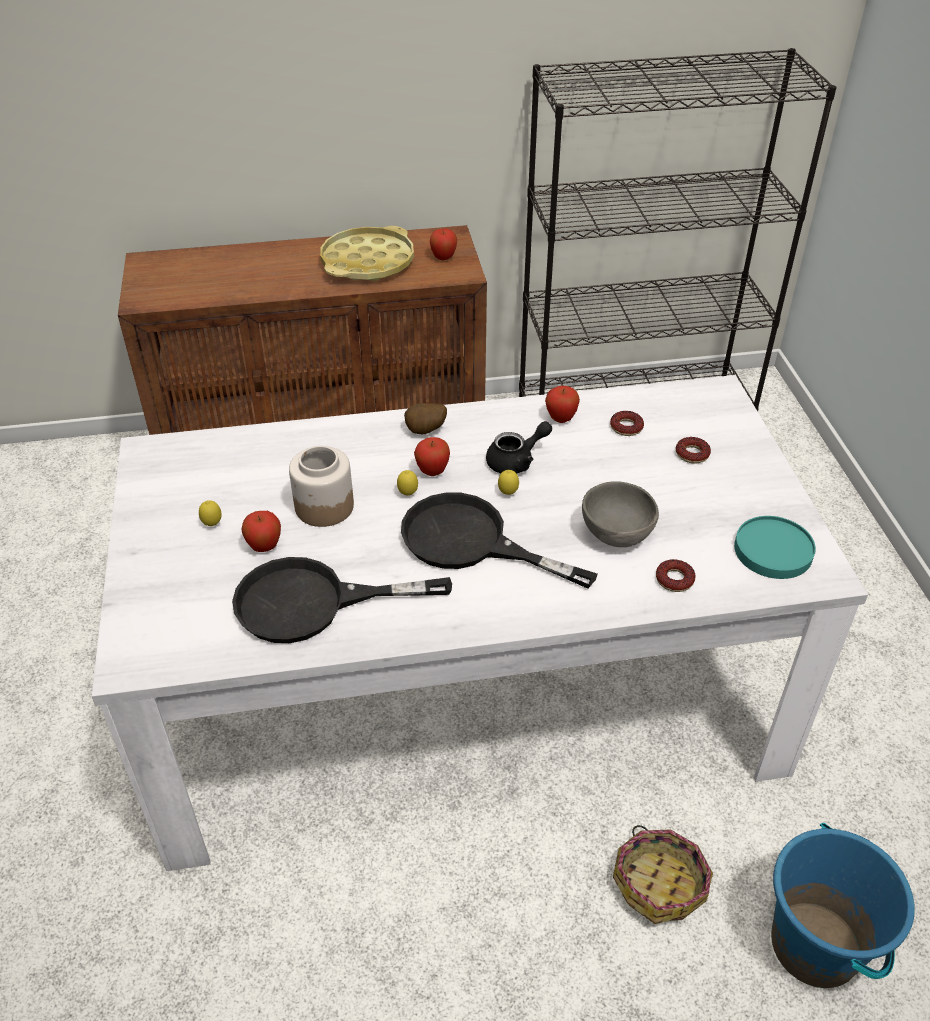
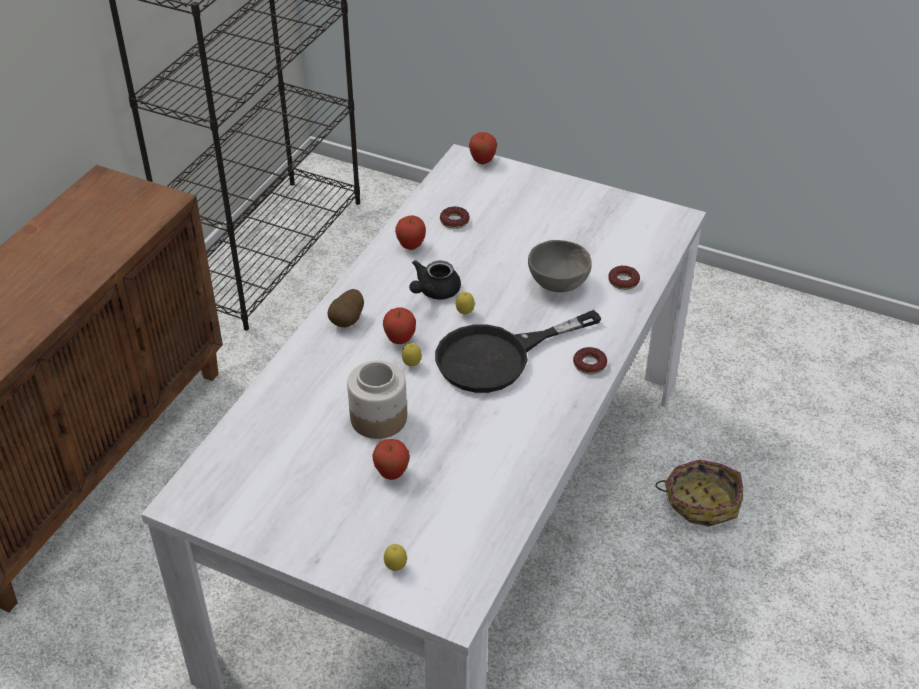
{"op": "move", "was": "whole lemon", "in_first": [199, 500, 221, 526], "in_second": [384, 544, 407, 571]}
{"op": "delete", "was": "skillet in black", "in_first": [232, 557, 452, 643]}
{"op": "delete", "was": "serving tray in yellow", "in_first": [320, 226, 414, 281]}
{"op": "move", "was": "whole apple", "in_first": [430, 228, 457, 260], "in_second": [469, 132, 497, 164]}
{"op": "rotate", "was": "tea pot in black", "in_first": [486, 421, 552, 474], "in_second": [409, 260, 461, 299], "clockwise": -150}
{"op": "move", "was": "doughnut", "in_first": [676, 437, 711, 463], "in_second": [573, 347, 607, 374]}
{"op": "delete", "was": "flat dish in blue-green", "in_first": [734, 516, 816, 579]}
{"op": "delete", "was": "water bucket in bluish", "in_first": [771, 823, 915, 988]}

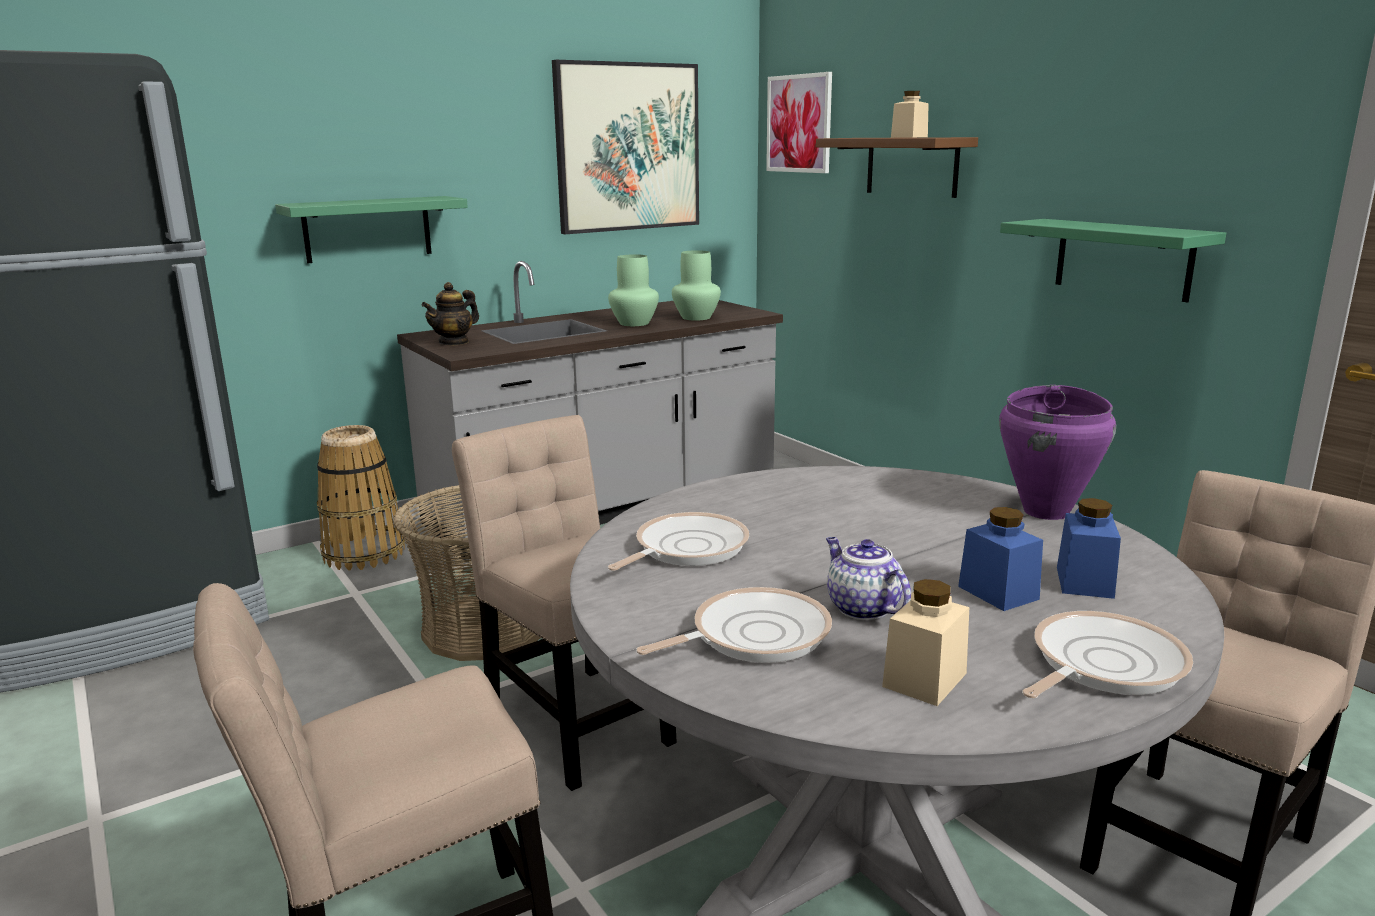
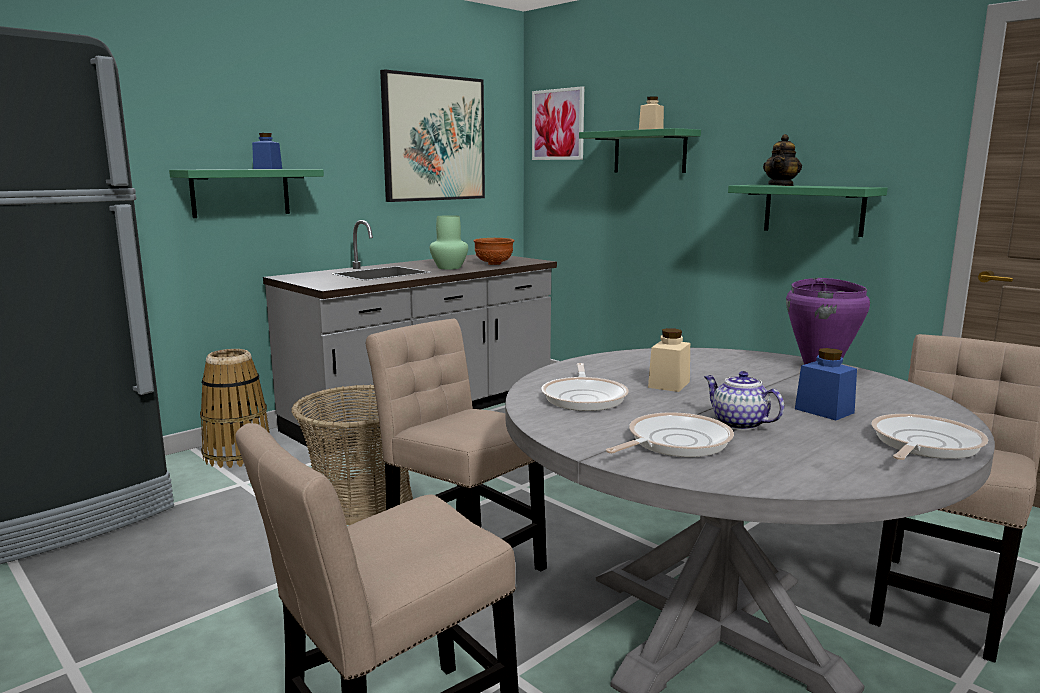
{"op": "move", "was": "tea pot", "in_first": [422, 282, 479, 346], "in_second": [763, 134, 802, 186]}
{"op": "rotate", "was": "skillet", "in_first": [608, 512, 749, 571], "in_second": [541, 363, 629, 411], "clockwise": 150}
{"op": "replace", "was": "vase in green", "now": "bowl in brown", "in_first": [672, 250, 721, 321], "in_second": [473, 238, 514, 265]}
{"op": "recolor", "was": "wall shelf in brown", "now": "wall shelf in green", "in_first": [816, 137, 978, 198], "in_second": [579, 128, 701, 173]}
{"op": "move", "was": "jar in beige-coloured", "in_first": [882, 579, 969, 706], "in_second": [648, 328, 690, 392]}
{"op": "move", "was": "jar in bluish", "in_first": [1057, 498, 1121, 599], "in_second": [252, 133, 282, 169]}

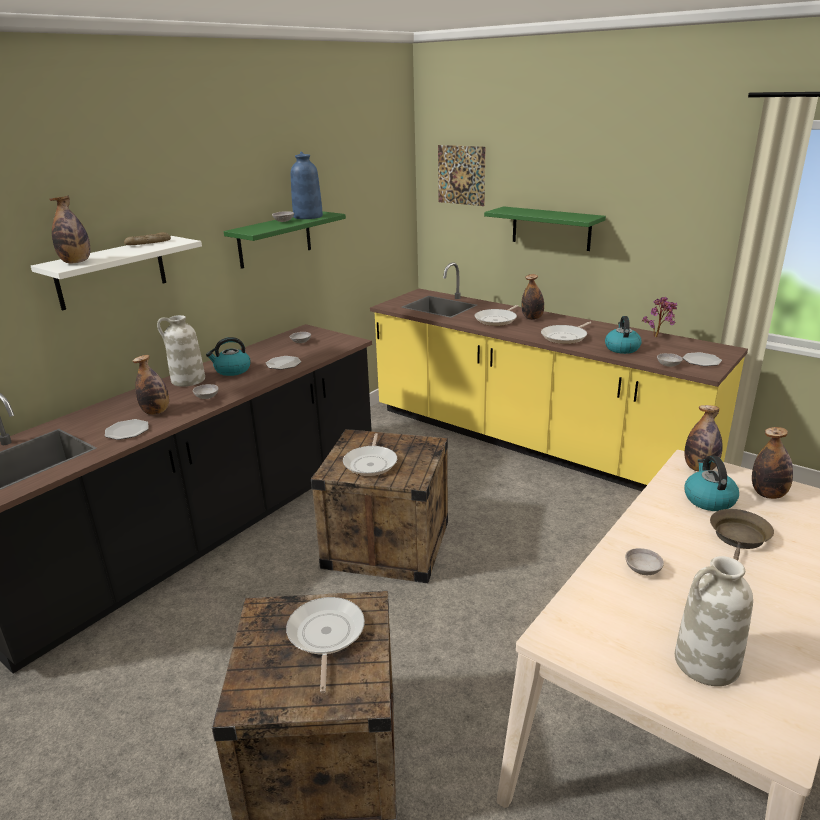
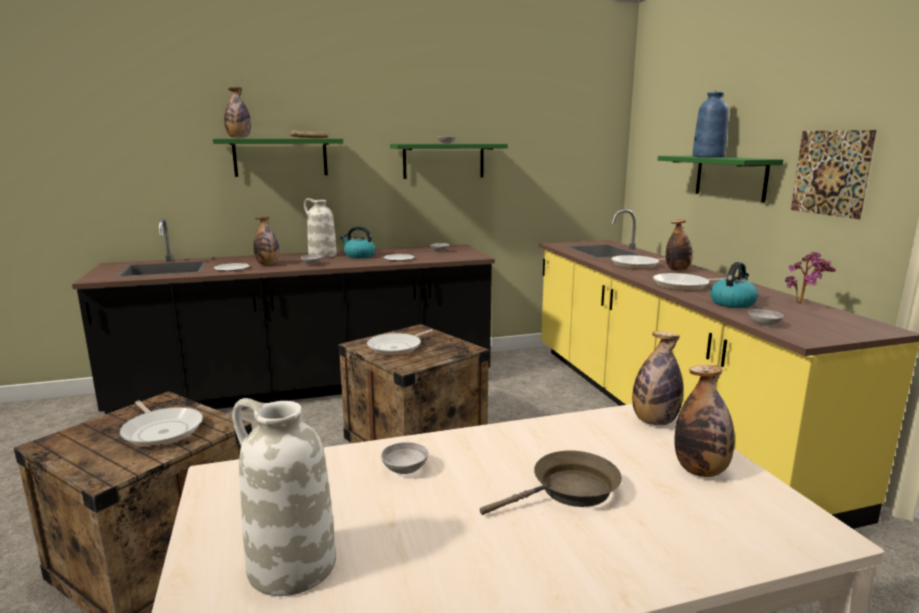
{"op": "recolor", "was": "wall shelf in white-coloured", "now": "wall shelf in green", "in_first": [31, 236, 202, 311], "in_second": [213, 139, 343, 177]}
{"op": "rotate", "was": "skillet", "in_first": [286, 597, 365, 693], "in_second": [120, 401, 203, 447], "clockwise": 105}
{"op": "move", "was": "vase in bluish", "in_first": [291, 151, 323, 219], "in_second": [692, 91, 729, 157]}
{"op": "move", "was": "wall picture", "in_first": [438, 145, 486, 206], "in_second": [791, 130, 877, 219]}
{"op": "delete", "was": "flat dish", "in_first": [682, 352, 722, 366]}
{"op": "delete", "was": "tea kettle", "in_first": [684, 456, 739, 511]}

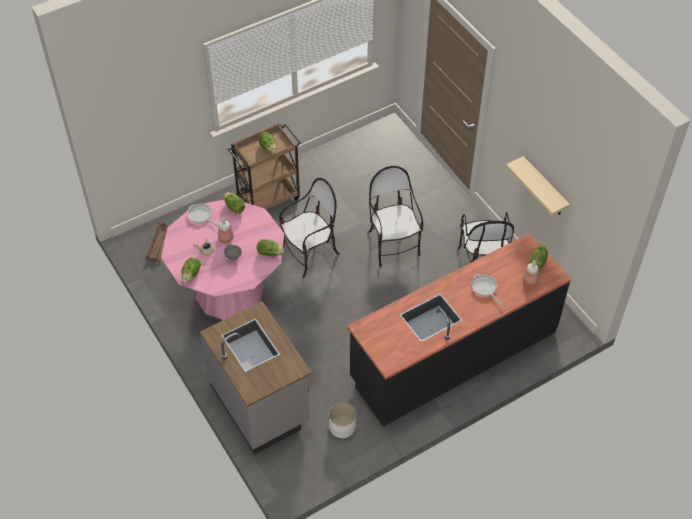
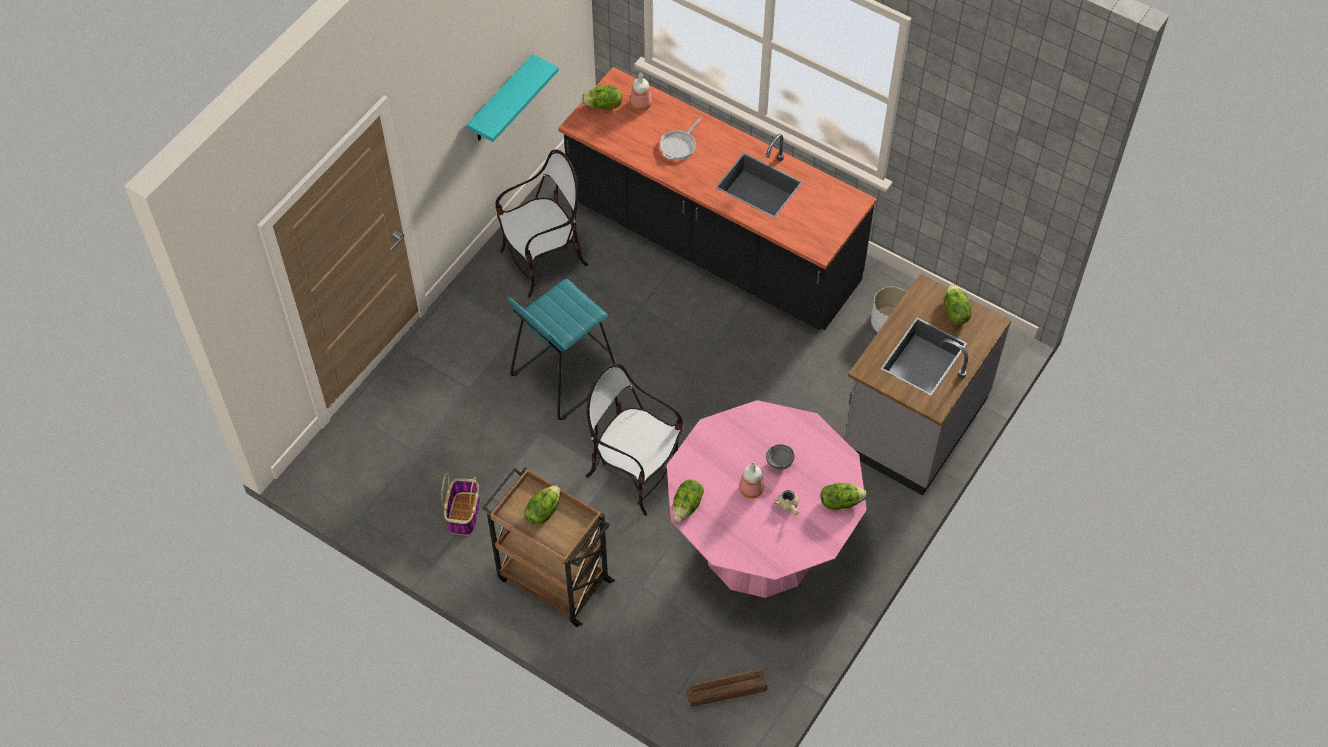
{"op": "delete", "was": "skillet", "in_first": [188, 204, 219, 227]}
{"op": "move", "was": "lettuce head", "in_first": [257, 239, 284, 256], "in_second": [944, 285, 972, 325]}
{"op": "replace", "was": "plain chair", "now": "stool in blue-green", "in_first": [369, 166, 424, 267], "in_second": [508, 279, 615, 420]}
{"op": "recolor", "was": "wall shelf in beige-coloured", "now": "wall shelf in blue-green", "in_first": [506, 156, 570, 216], "in_second": [467, 54, 559, 142]}
{"op": "insert", "now": "household basket", "in_second": [441, 473, 480, 535]}

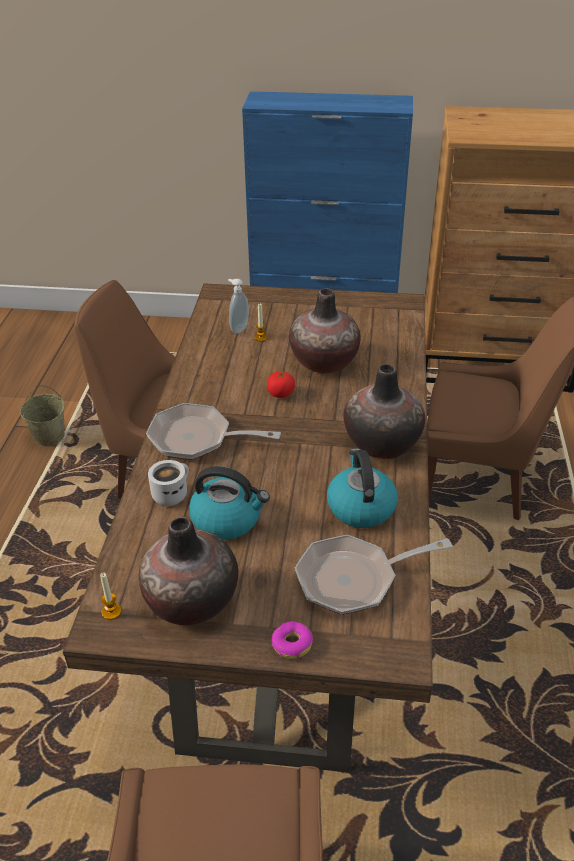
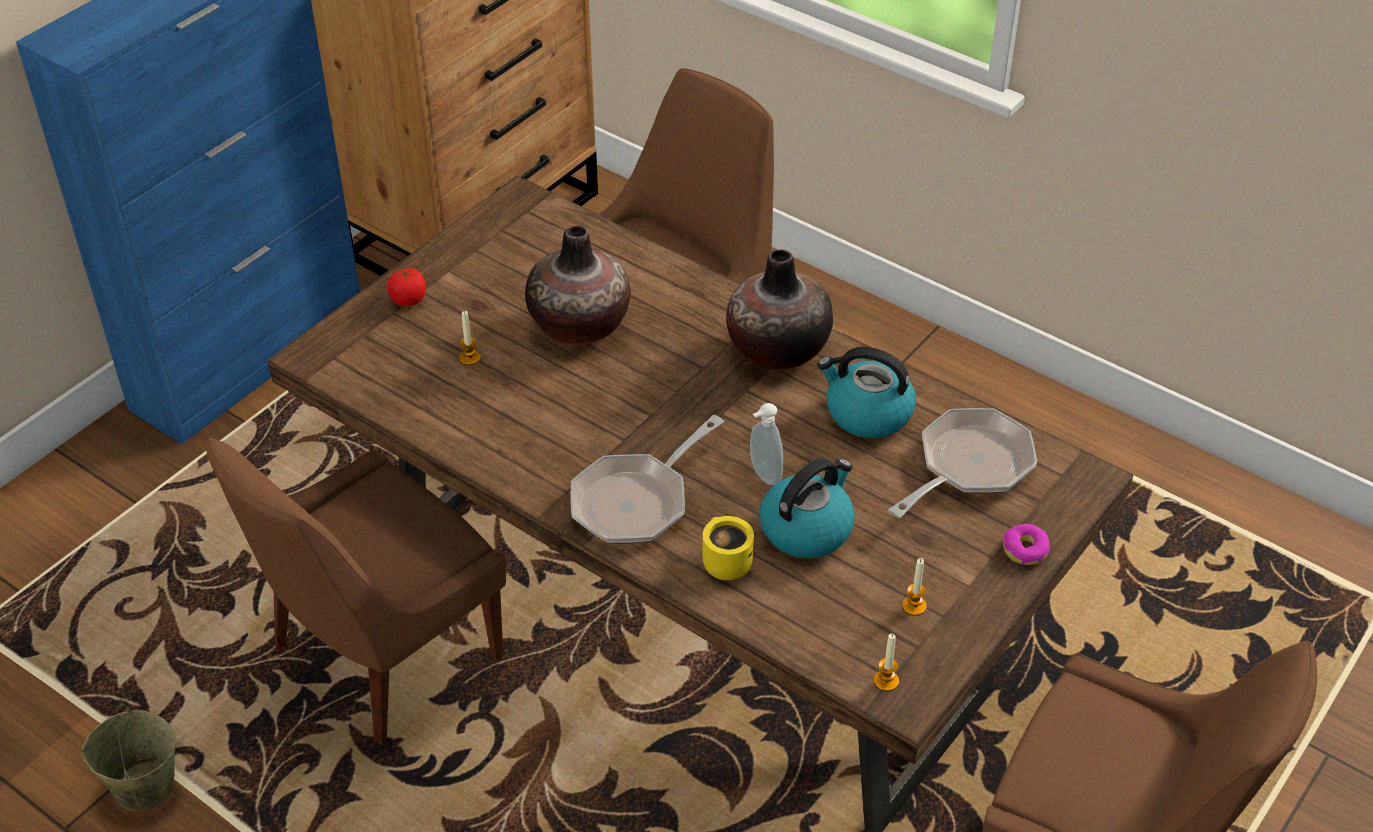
{"op": "replace", "was": "vase", "now": "wax candle", "in_first": [139, 517, 238, 625], "in_second": [902, 558, 927, 616]}
{"op": "recolor", "was": "mug in white-coloured", "now": "mug in yellow", "in_first": [148, 460, 189, 506], "in_second": [702, 516, 754, 580]}
{"op": "move", "was": "soap dispenser", "in_first": [228, 279, 249, 334], "in_second": [750, 403, 783, 485]}
{"op": "move", "was": "fresh tomato", "in_first": [267, 371, 295, 398], "in_second": [388, 268, 426, 306]}
{"op": "rotate", "was": "skillet", "in_first": [295, 535, 453, 615], "in_second": [888, 408, 1037, 518], "clockwise": -150}

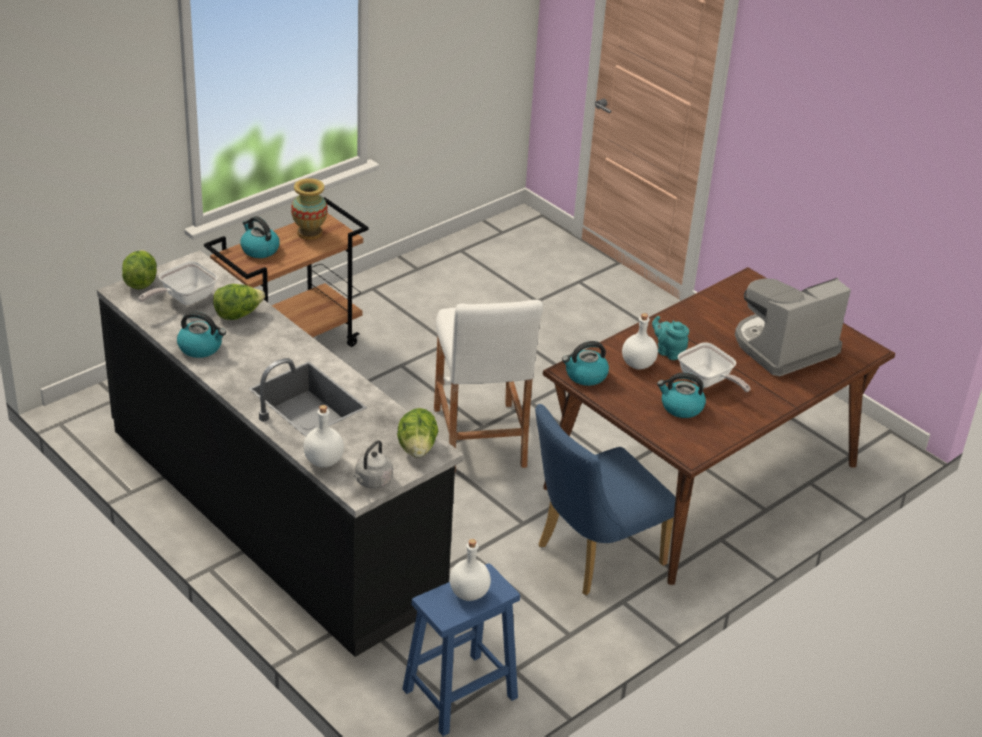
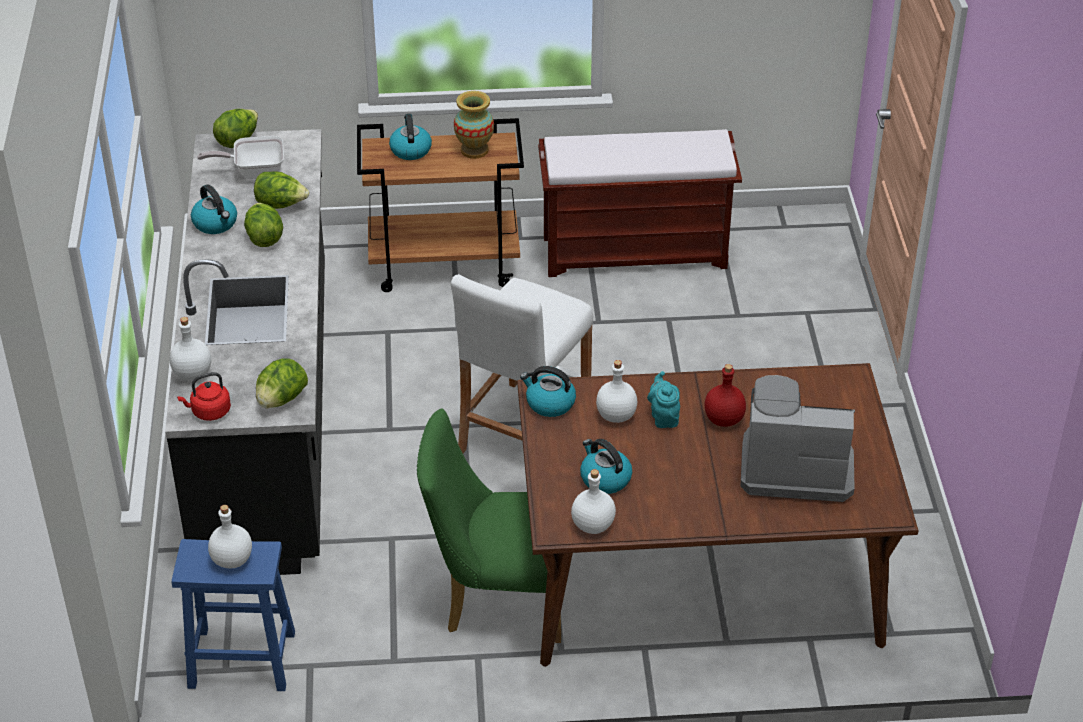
{"op": "recolor", "was": "tea kettle in gray", "now": "tea kettle in reddish", "in_first": [353, 440, 393, 489], "in_second": [177, 372, 231, 421]}
{"op": "recolor", "was": "plain chair in bluish", "now": "plain chair in green", "in_first": [535, 404, 676, 595], "in_second": [417, 408, 561, 643]}
{"op": "delete", "was": "skillet", "in_first": [677, 342, 751, 392]}
{"op": "insert", "now": "lettuce head", "in_second": [244, 203, 283, 247]}
{"op": "insert", "now": "indoor bench in brown", "in_second": [538, 129, 742, 277]}
{"op": "insert", "now": "beverage bottle in white-coloured", "in_second": [571, 469, 616, 534]}
{"op": "insert", "now": "beverage bottle in reddish", "in_second": [705, 364, 746, 427]}

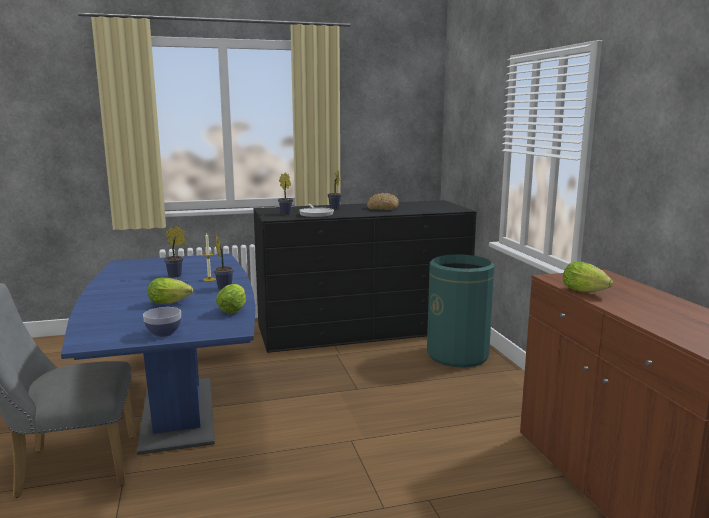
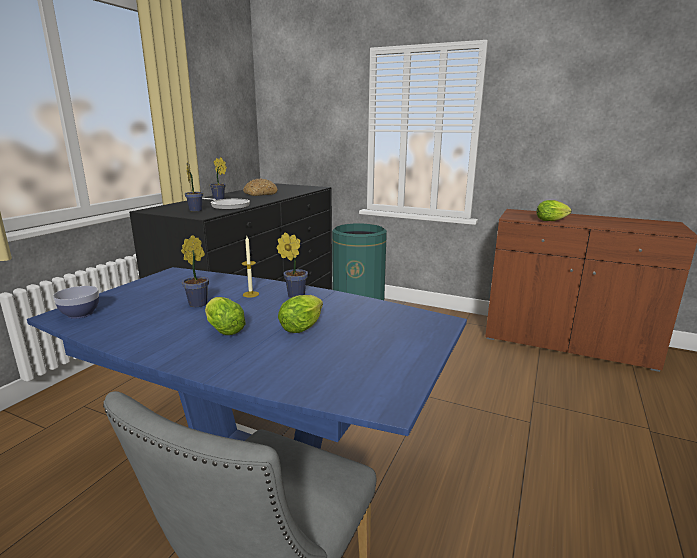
{"op": "move", "was": "bowl", "in_first": [143, 307, 181, 337], "in_second": [53, 286, 99, 319]}
{"op": "move", "was": "lettuce head", "in_first": [216, 284, 246, 314], "in_second": [205, 297, 246, 335]}

